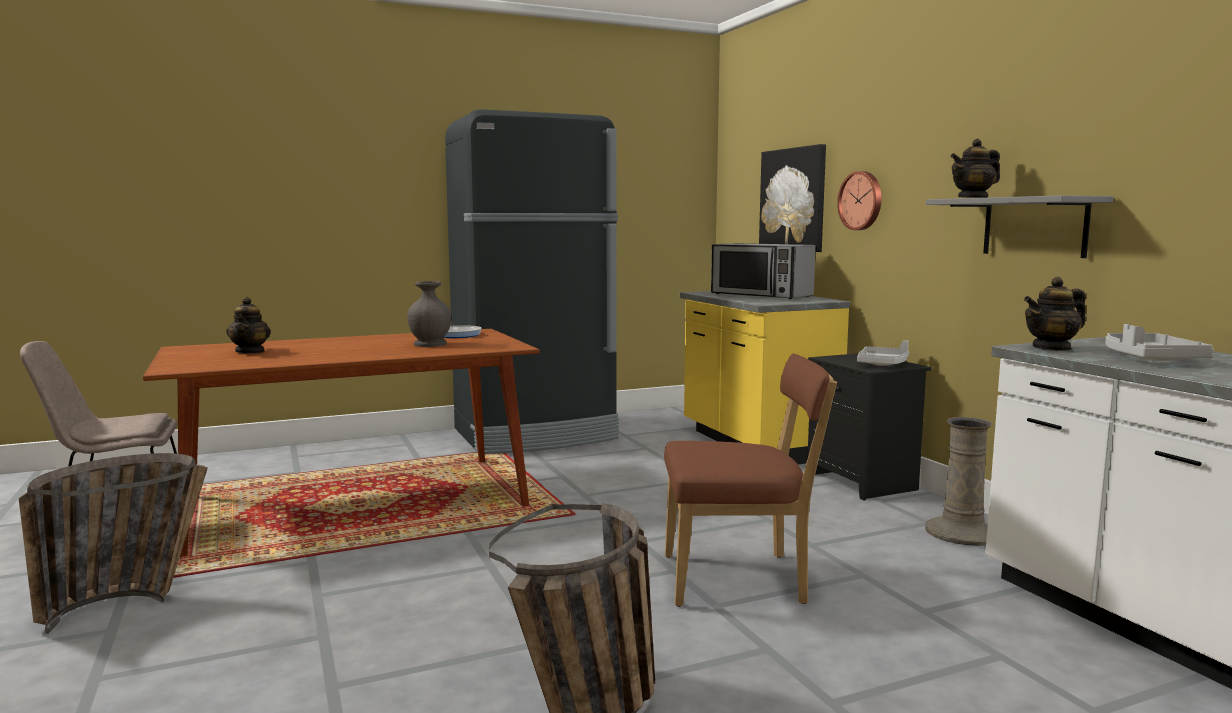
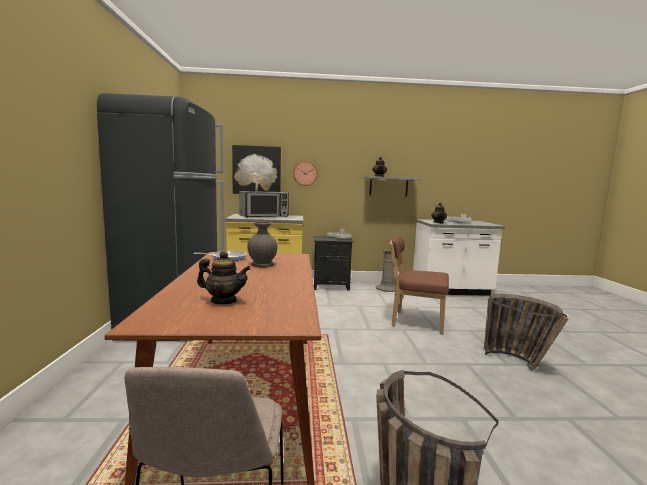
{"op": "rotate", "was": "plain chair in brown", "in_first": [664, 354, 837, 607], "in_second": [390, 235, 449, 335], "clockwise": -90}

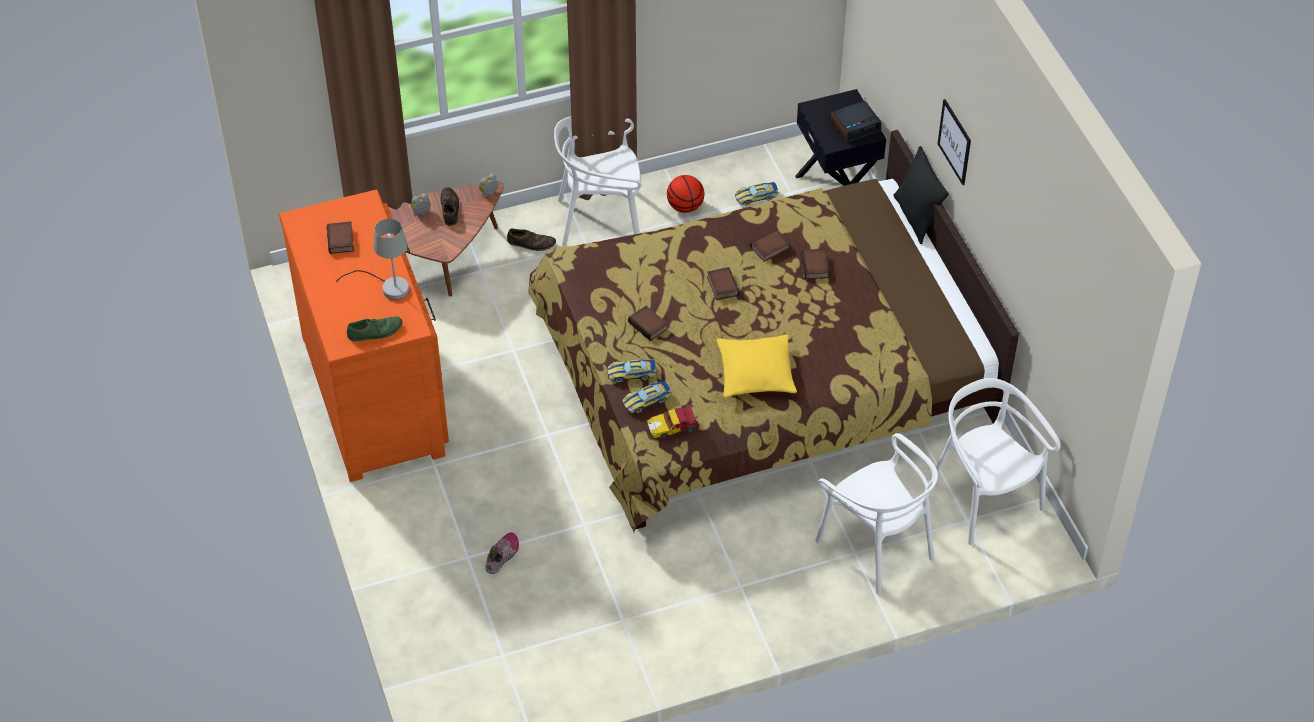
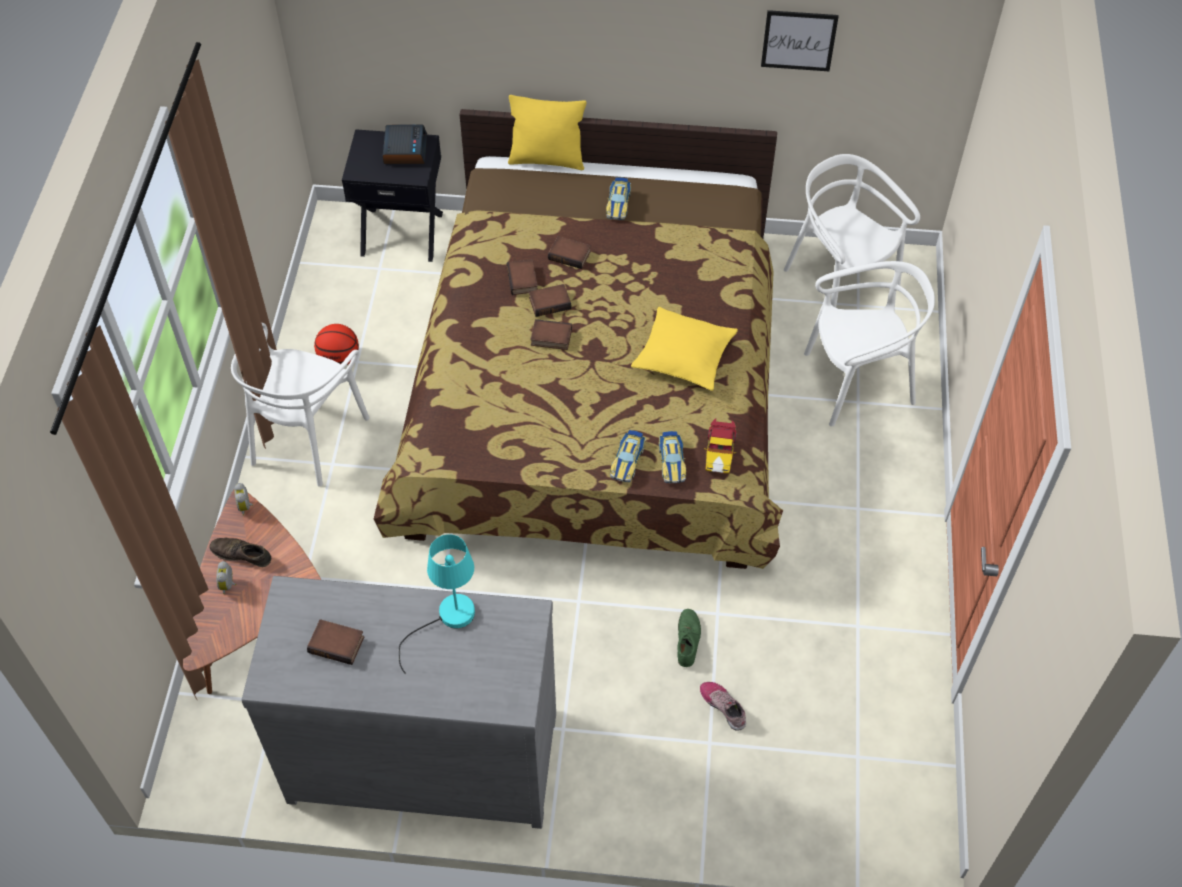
{"op": "recolor", "was": "drawer chest in orange-coloured", "now": "drawer chest in gray", "in_first": [279, 189, 449, 482], "in_second": [241, 576, 556, 829]}
{"op": "recolor", "was": "lamp for a table in gray", "now": "lamp for a table in blue-green", "in_first": [336, 219, 409, 300], "in_second": [399, 534, 475, 674]}
{"op": "move", "was": "shoe in green", "in_first": [347, 316, 402, 341], "in_second": [677, 609, 701, 667]}
{"op": "delete", "was": "shoe in brown", "in_first": [507, 229, 556, 251]}
{"op": "move", "was": "volume", "in_first": [628, 306, 668, 341], "in_second": [529, 284, 571, 317]}
{"op": "move", "was": "miniature car", "in_first": [735, 182, 779, 206], "in_second": [606, 177, 631, 220]}
{"op": "recolor", "was": "pillow in black", "now": "pillow in yellow", "in_first": [893, 146, 949, 244], "in_second": [508, 95, 586, 170]}
{"op": "rotate", "was": "plain chair in white-coloured", "in_first": [930, 378, 1061, 545], "in_second": [784, 154, 920, 308], "clockwise": 60}
{"op": "move", "was": "wall picture", "in_first": [938, 99, 971, 185], "in_second": [761, 10, 839, 71]}

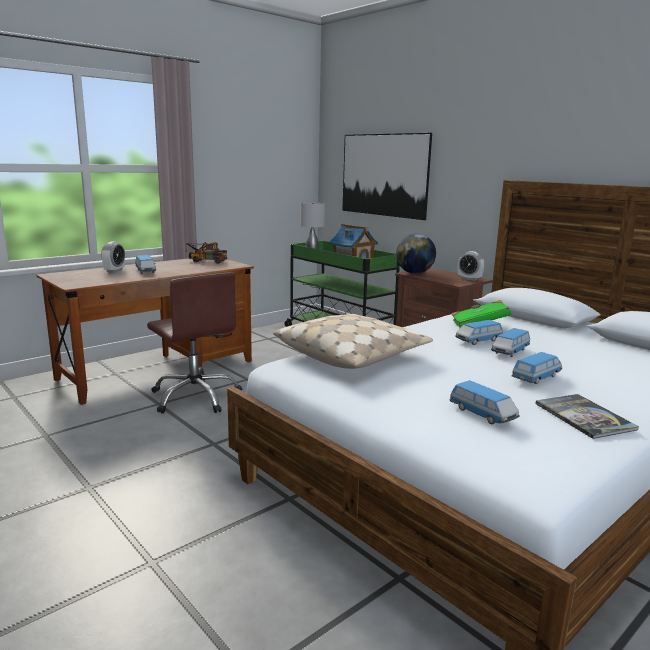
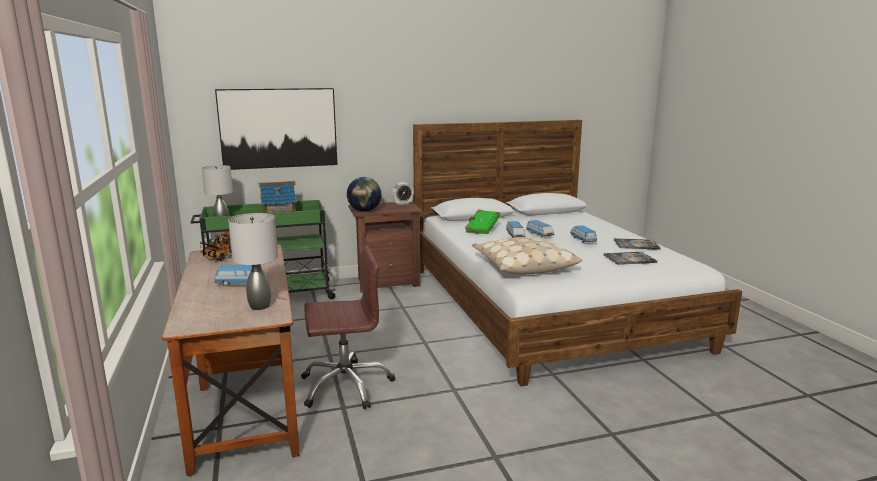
{"op": "delete", "was": "table clock", "in_first": [101, 241, 125, 273]}
{"op": "replace", "was": "miniature car", "now": "volume", "in_first": [449, 380, 520, 424], "in_second": [604, 252, 657, 265]}
{"op": "insert", "now": "lamp for a table in gray", "in_second": [228, 213, 278, 310]}

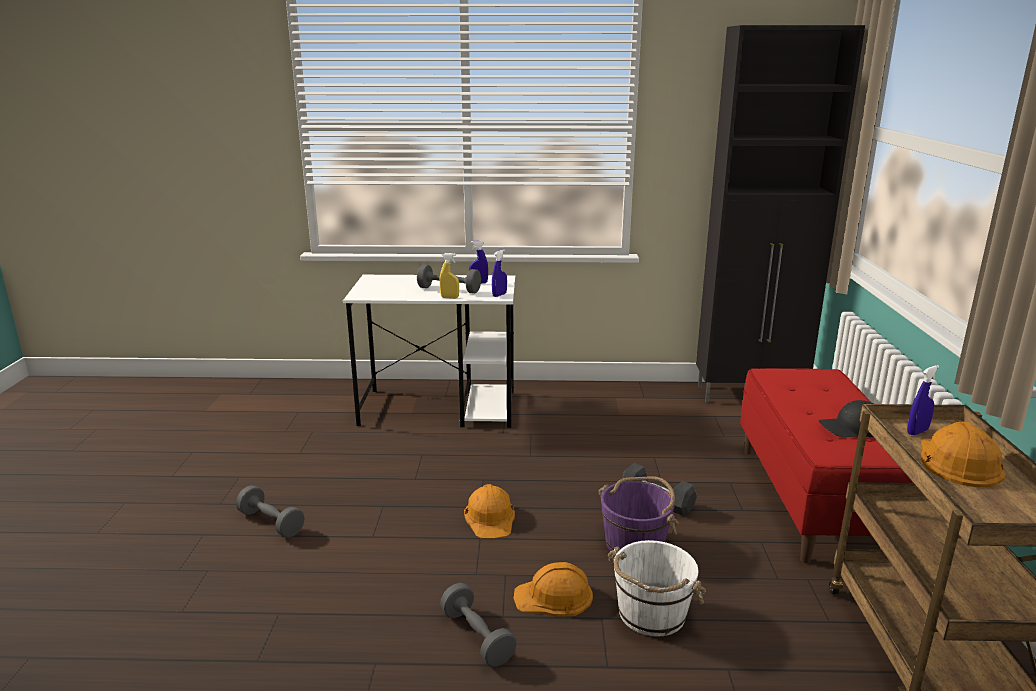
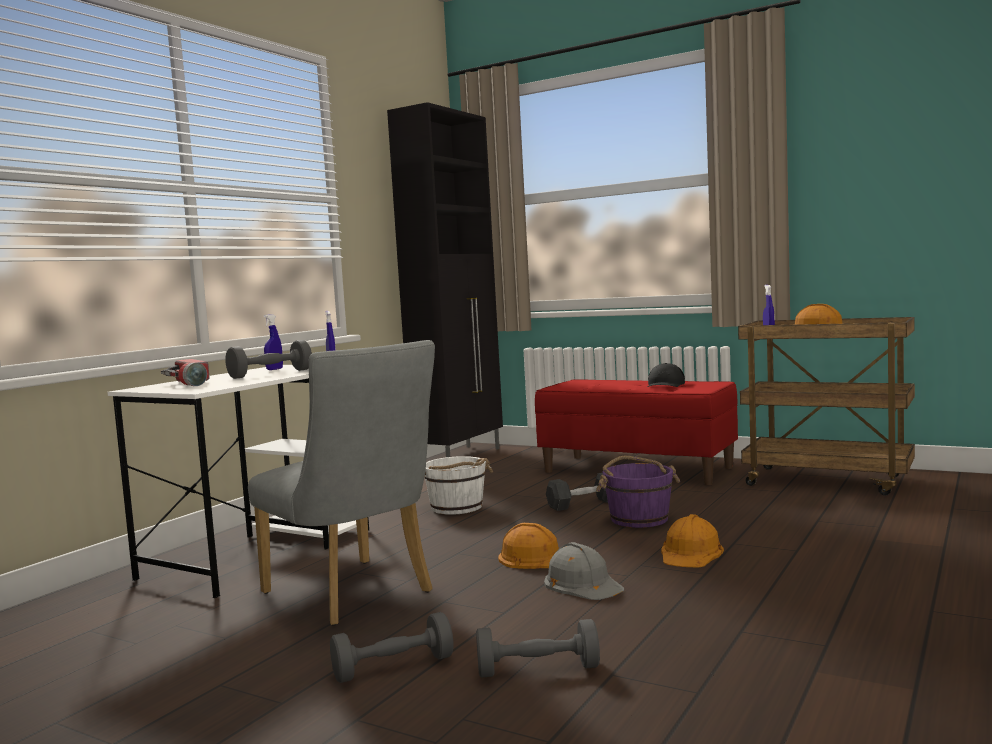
{"op": "delete", "was": "spray bottle in yellow", "in_first": [439, 253, 459, 299]}
{"op": "move", "was": "hand weight in gray", "in_first": [440, 583, 517, 667], "in_second": [476, 619, 600, 678]}
{"op": "move", "was": "water bucket in white-coloured", "in_first": [608, 540, 706, 637], "in_second": [425, 456, 493, 515]}
{"op": "insert", "now": "flashlight", "in_second": [161, 359, 210, 386]}
{"op": "insert", "now": "plain chair in gray", "in_second": [248, 340, 435, 626]}
{"op": "insert", "now": "safety helmet in gray", "in_second": [544, 542, 624, 600]}

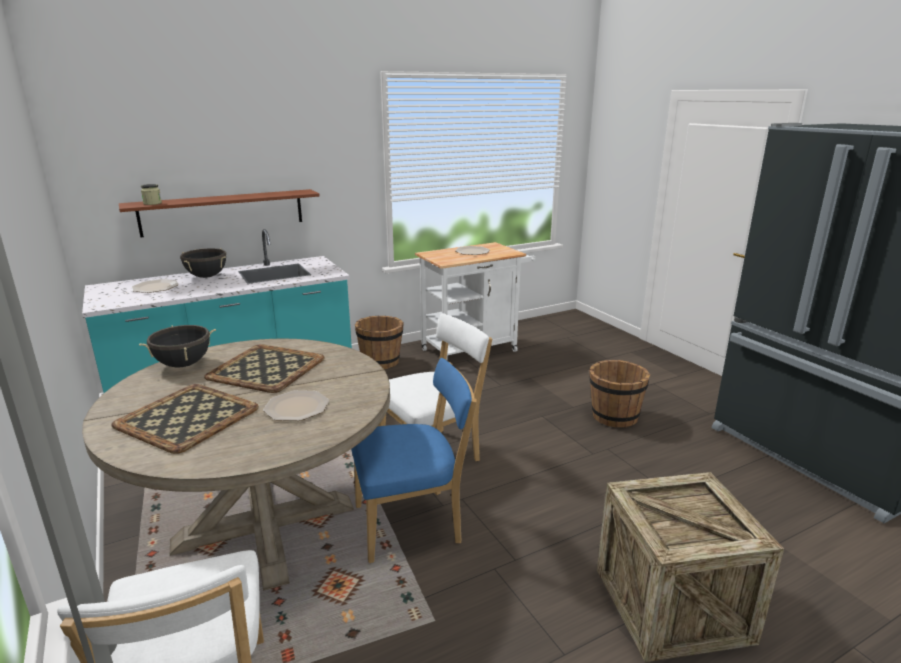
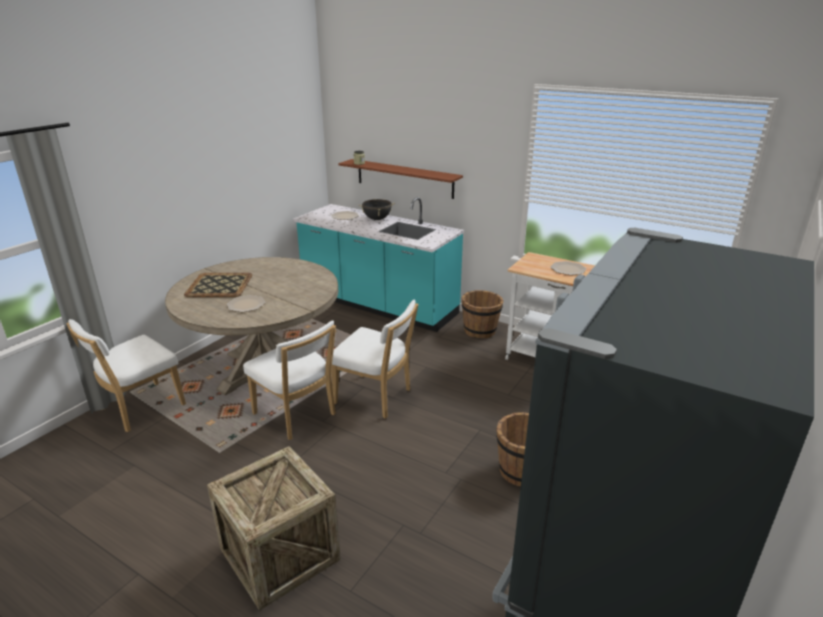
{"op": "delete", "was": "saucepot in black", "in_first": [139, 325, 216, 368]}
{"op": "delete", "was": "serving tray", "in_first": [204, 344, 324, 393]}
{"op": "recolor", "was": "plain chair in bluish", "now": "plain chair in white-coloured", "in_first": [351, 358, 477, 563], "in_second": [243, 321, 336, 440]}

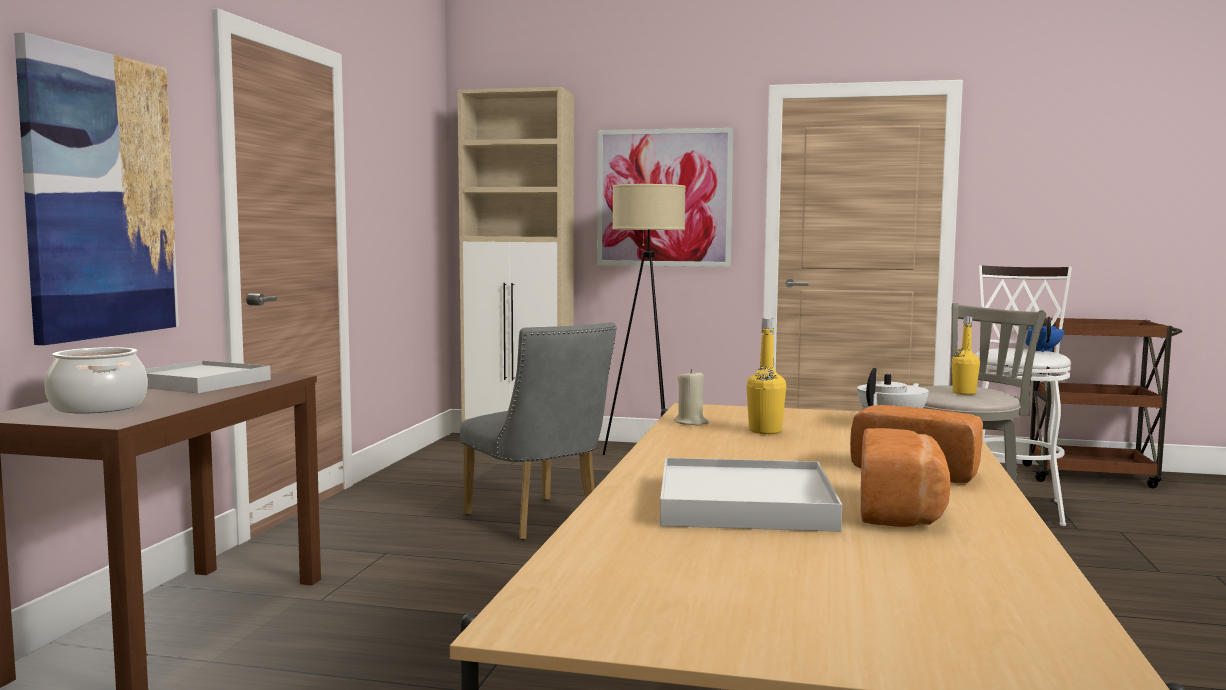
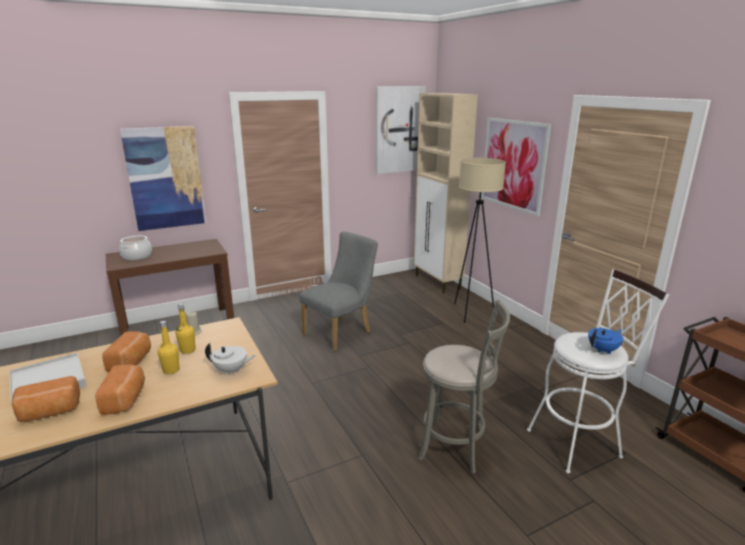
{"op": "delete", "was": "serving tray in white-coloured", "in_first": [145, 360, 271, 393]}
{"op": "rotate", "was": "plain chair in gray", "in_first": [460, 322, 616, 540], "in_second": [299, 232, 378, 351], "clockwise": -150}
{"op": "move", "was": "beverage bottle in yellow", "in_first": [952, 316, 980, 395], "in_second": [158, 321, 179, 374]}
{"op": "insert", "now": "baked bread", "in_second": [102, 331, 151, 372]}
{"op": "insert", "now": "wall picture", "in_second": [376, 86, 426, 174]}

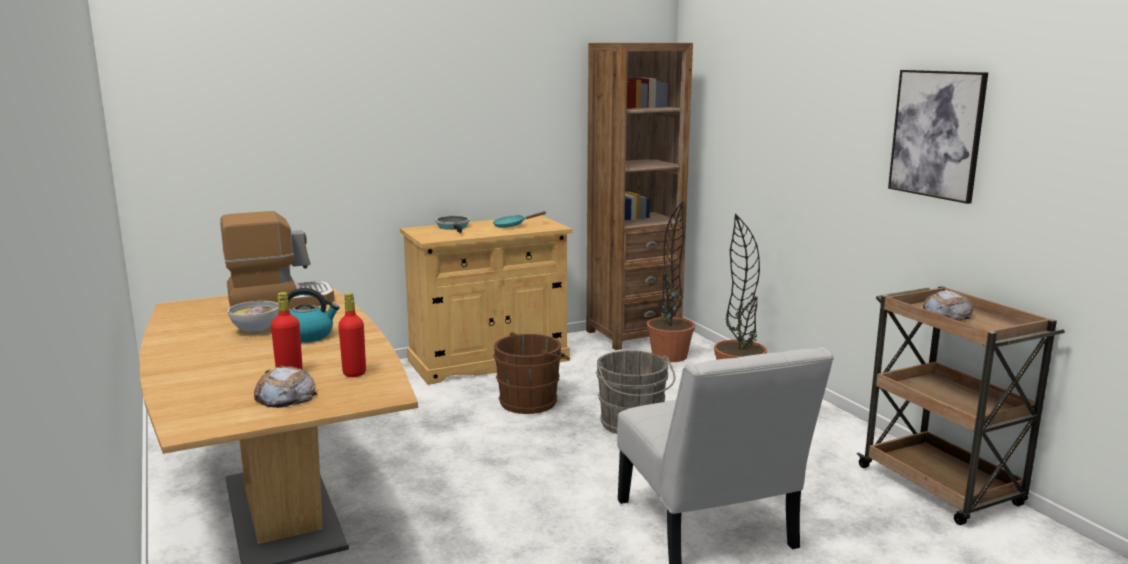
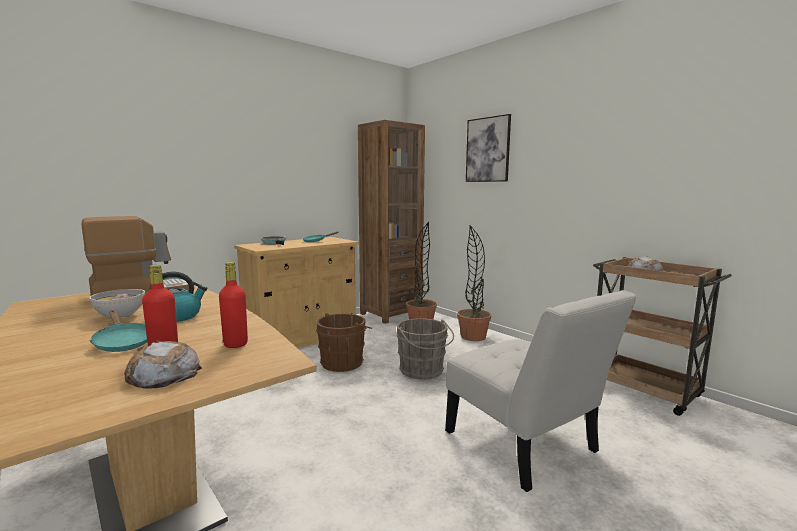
{"op": "move", "was": "wall picture", "in_first": [888, 70, 988, 204], "in_second": [466, 114, 511, 182]}
{"op": "insert", "now": "skillet in blue-green", "in_second": [90, 310, 147, 352]}

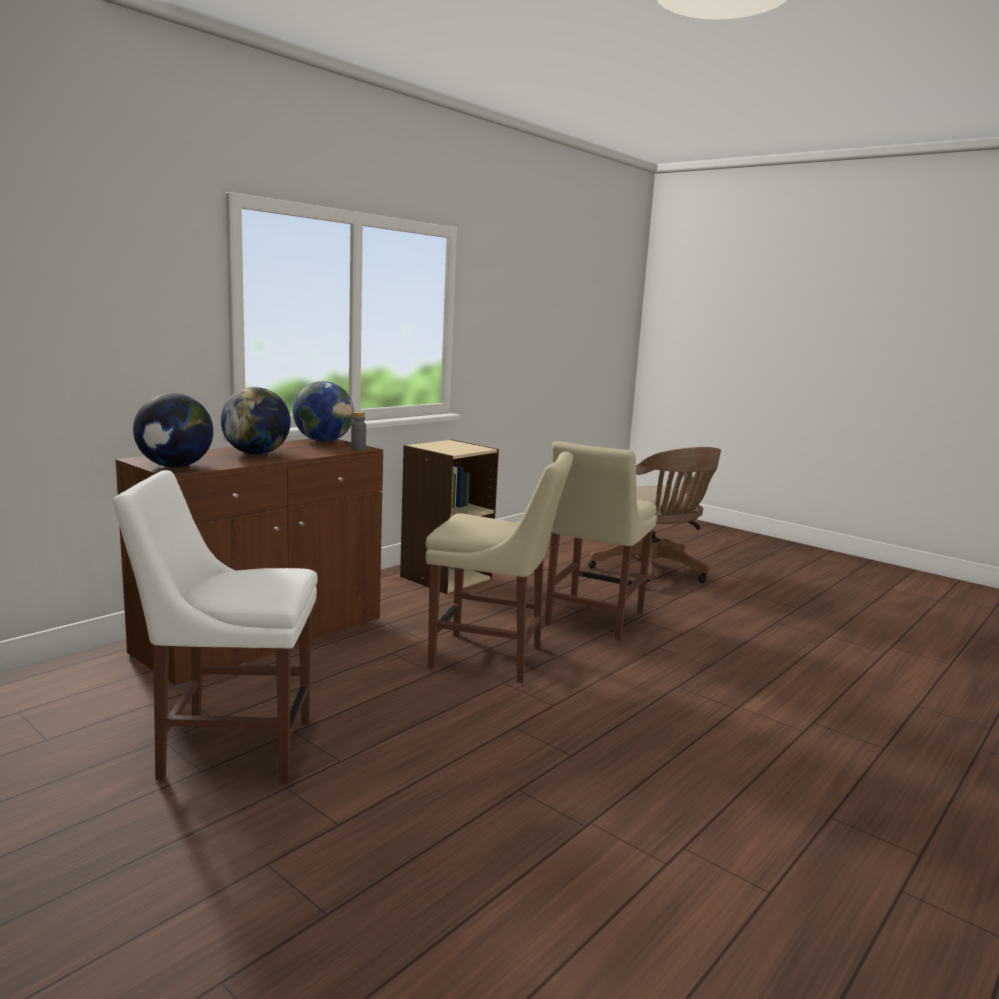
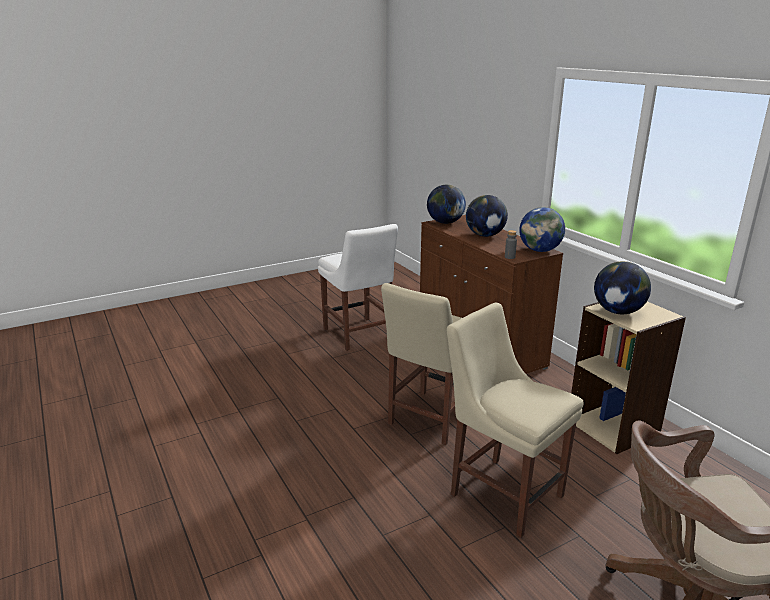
{"op": "rotate", "was": "plain chair in white-coloured", "in_first": [113, 470, 318, 783], "in_second": [318, 224, 398, 351], "clockwise": 135}
{"op": "insert", "now": "globe", "in_second": [594, 261, 651, 314]}

